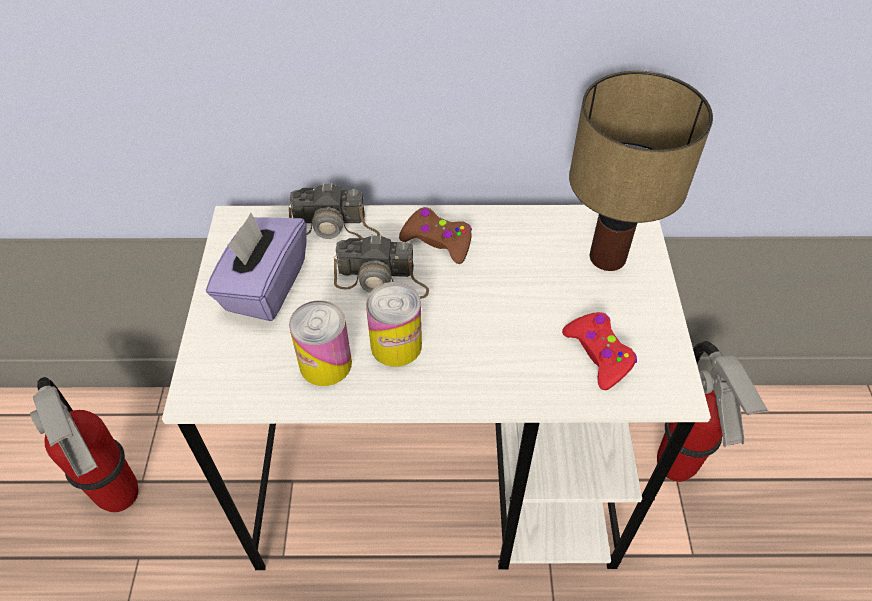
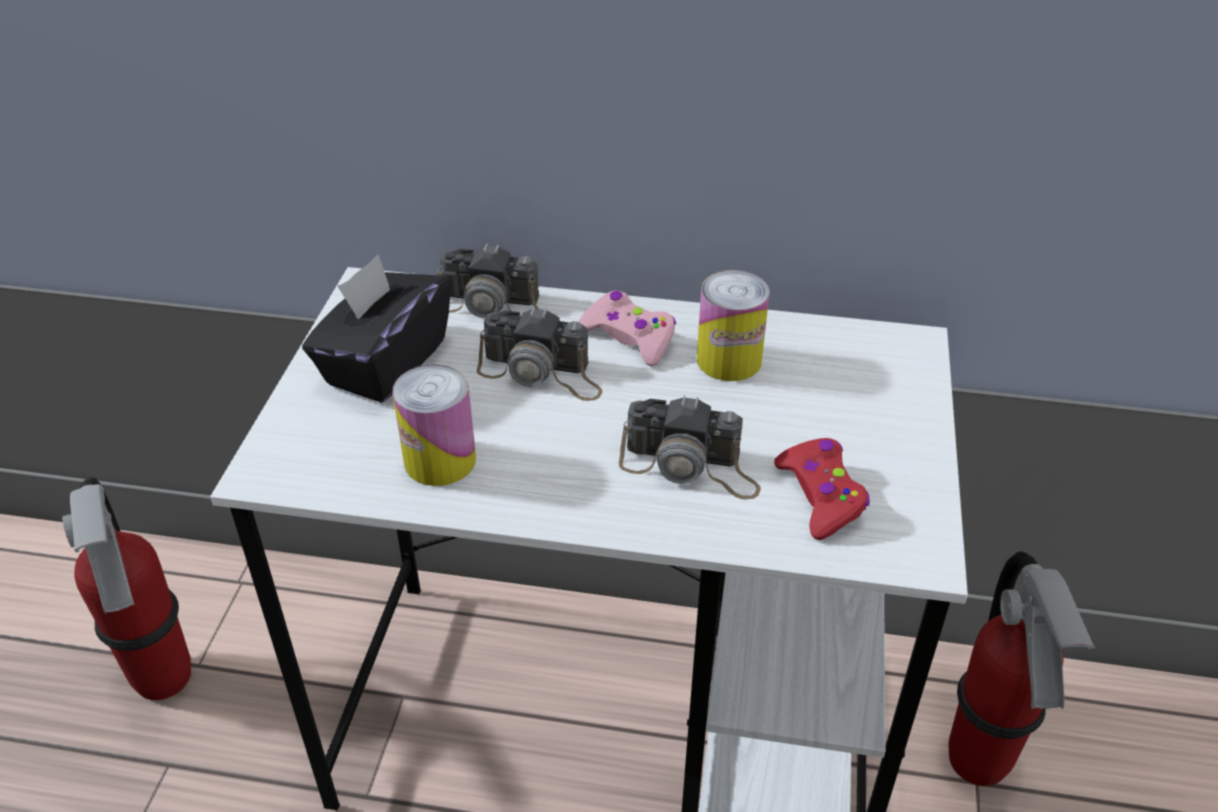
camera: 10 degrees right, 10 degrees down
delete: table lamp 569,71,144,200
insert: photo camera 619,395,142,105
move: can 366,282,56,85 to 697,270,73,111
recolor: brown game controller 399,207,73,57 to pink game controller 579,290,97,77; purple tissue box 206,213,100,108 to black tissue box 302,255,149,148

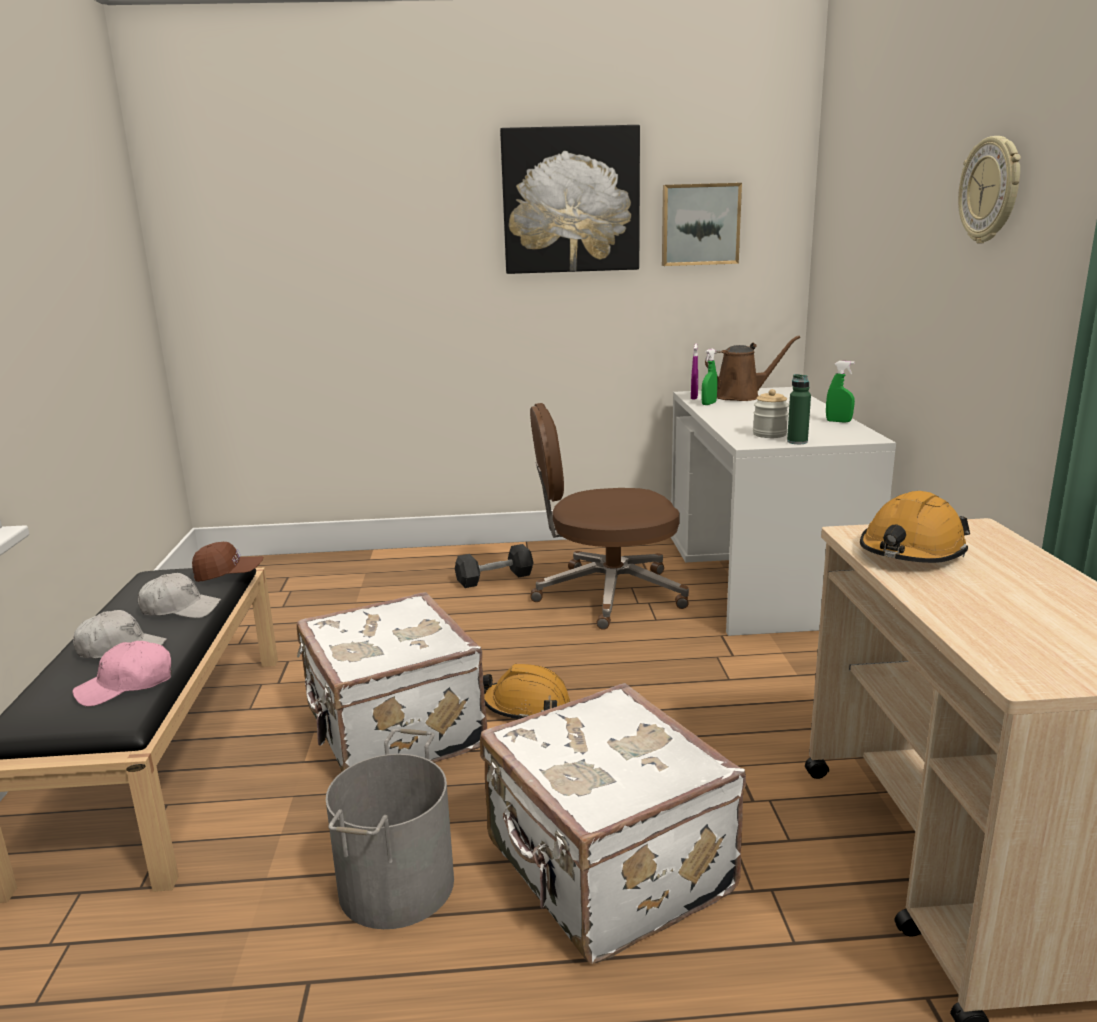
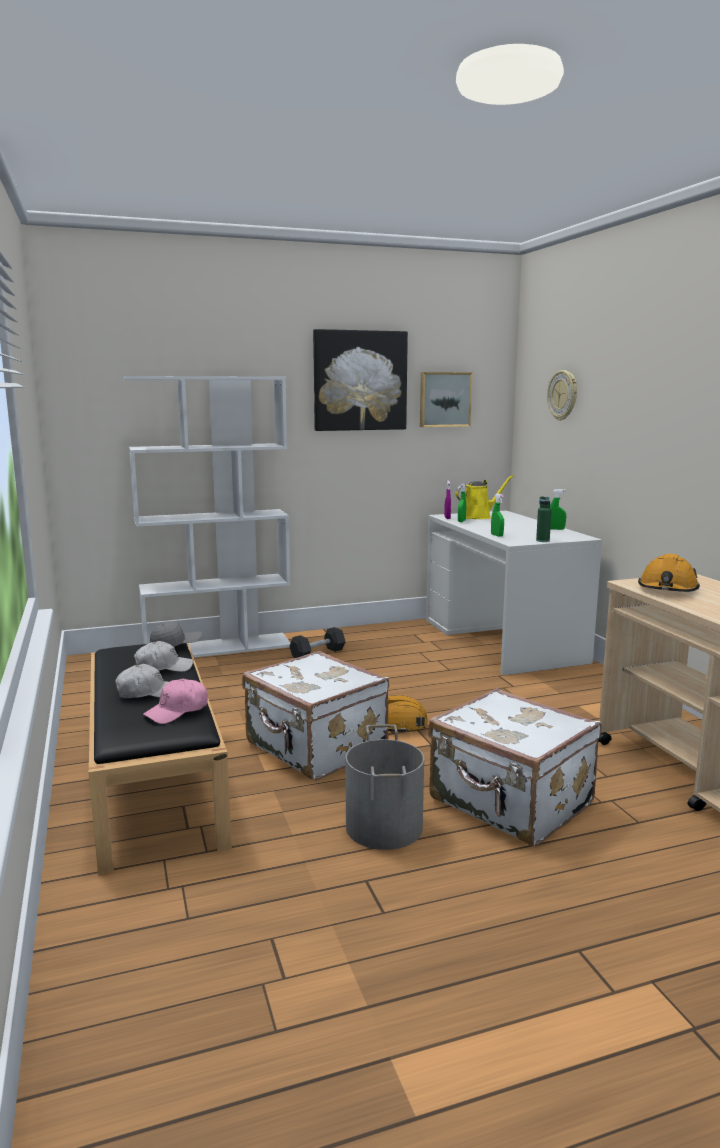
camera: 15 degrees left, 5 degrees down
delete: jar 753,389,36,49; brown office chair 530,403,159,227
insert: white bookcase 124,376,166,282; green spray bottle 491,494,13,43
move: wall clock 958,136,63,107 to 547,370,30,51
recolor: brown watering can 705,336,95,65 to yellow watering can 455,475,59,44; brown cap 192,542,72,40 to grey cap 150,621,52,26

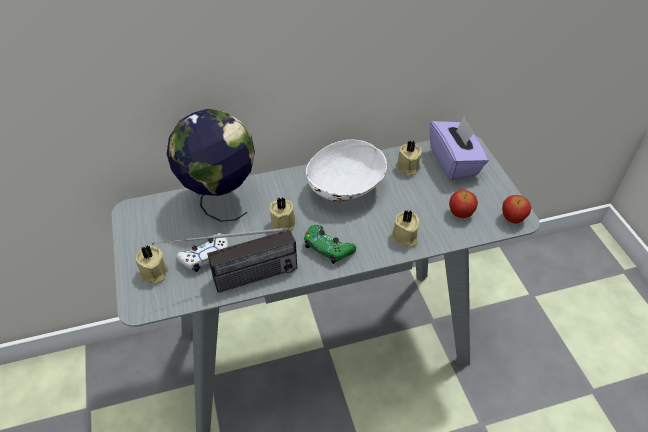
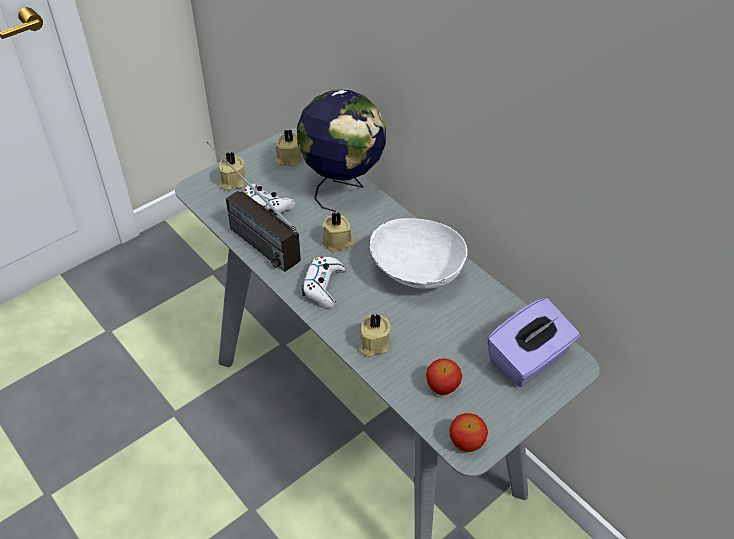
camera: 65 degrees right, 0 degrees up
move: beige candle 396,141,26,35 to 275,129,27,38
recolor: green game controller 304,225,52,39 to white game controller 302,256,44,52

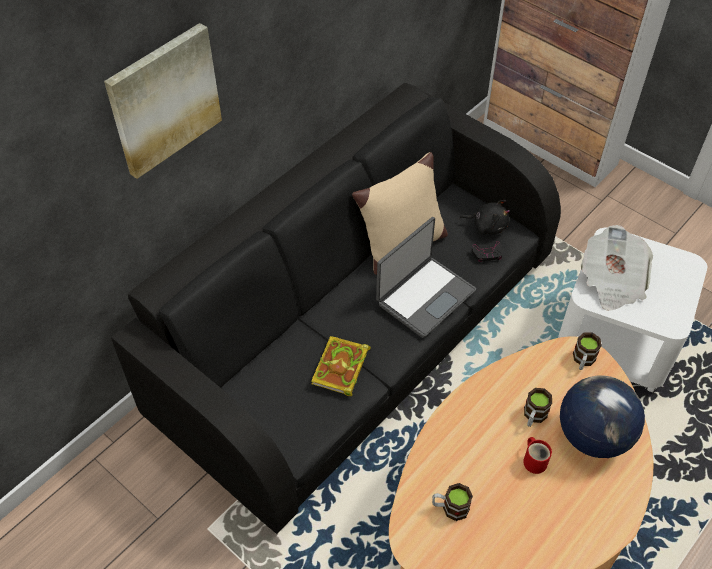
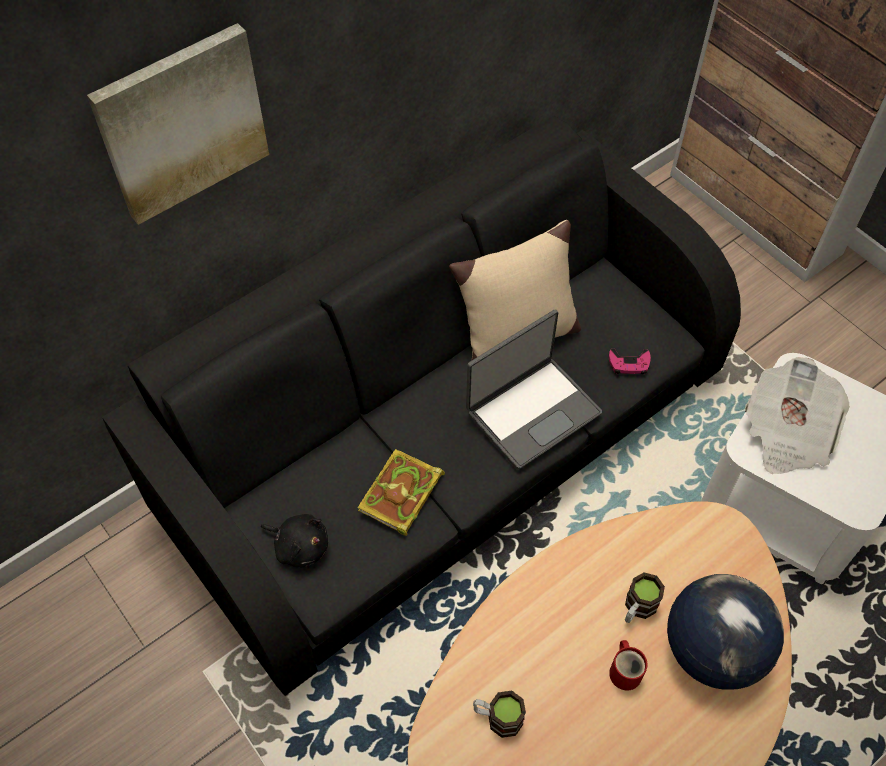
camera: 10 degrees right, 5 degrees up
delete: mug 573,332,29,38
move: black plush toy 460,200,50,35 to 261,514,67,54
recolor: black game controller 472,242,31,20 to pink game controller 609,349,42,25

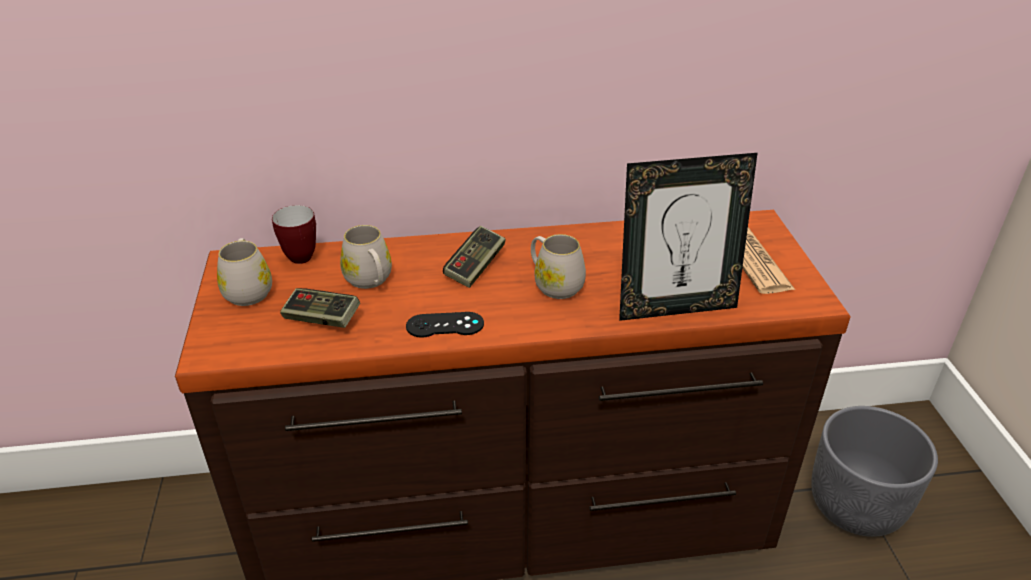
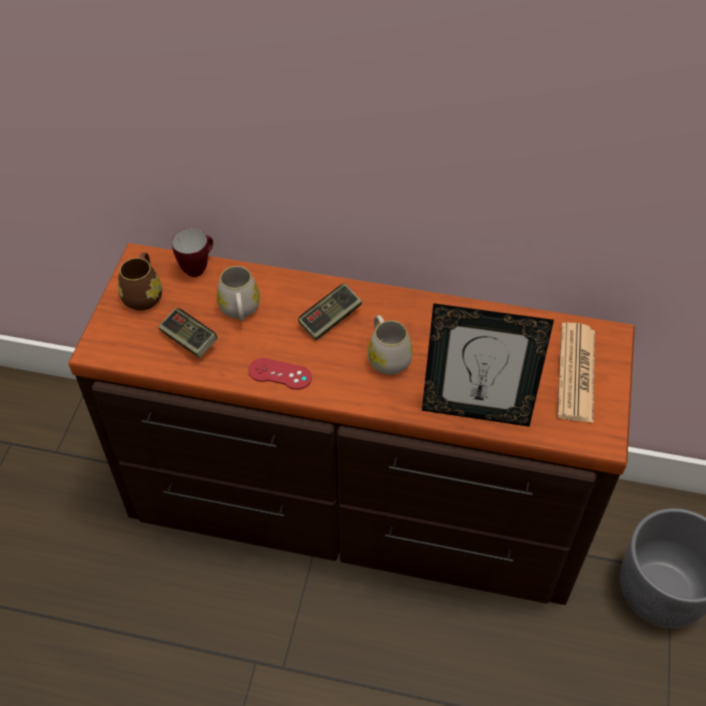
camera: 20 degrees right, 15 degrees up
recolor: white mug 217,238,55,68 to brown mug 118,252,44,59; black game controller 406,312,78,26 to red game controller 248,358,64,32

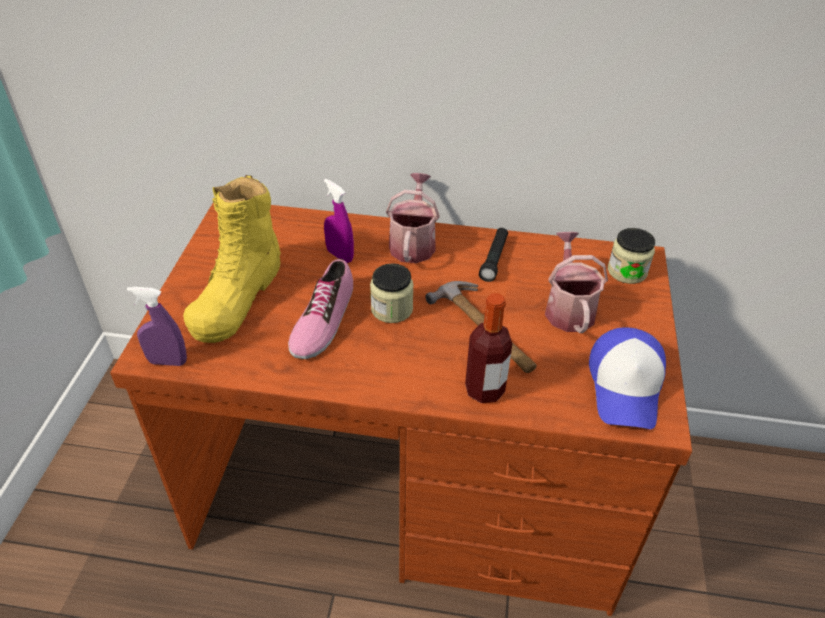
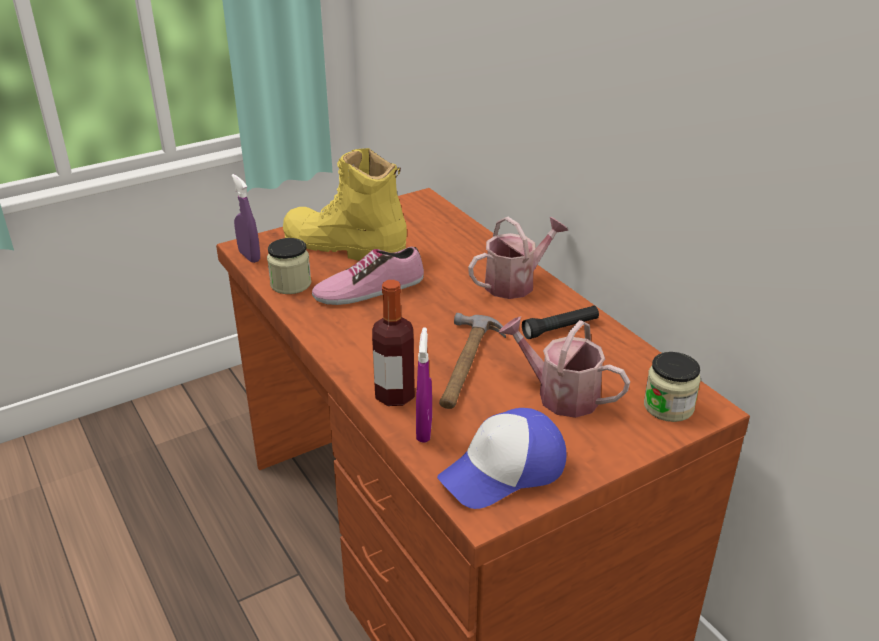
camera: 50 degrees right, 10 degrees down
move: purple spray bottle 324,179,30,84 to 416,327,16,115; jar 370,263,44,60 to 267,238,44,56
rotate: yellow boot 183,175,98,168 = 283,148,124,113 45 degrees clockwise; watering can 545,232,63,101 = 498,317,132,101 105 degrees counterclockwise

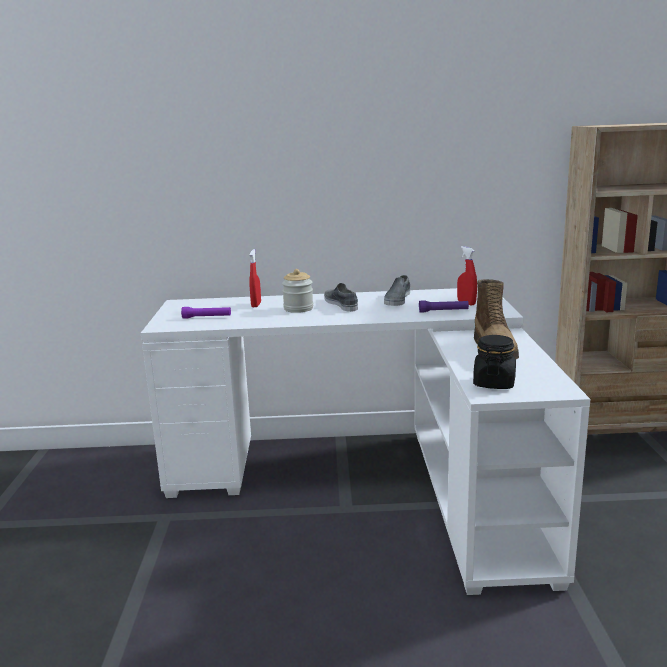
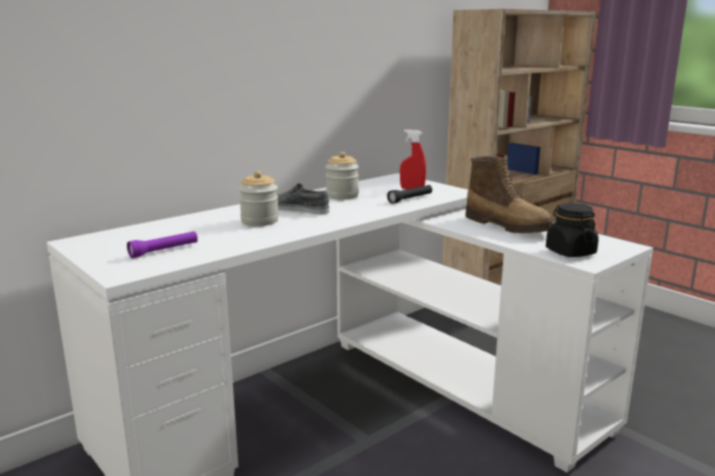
camera: 40 degrees left, 0 degrees up
delete: red spray bottle 249,249,12,58
replace: grey shoe 384,275,26,31 to jar 326,152,33,47
recolor: purple flashlight 419,300,50,12 to black flashlight 387,185,45,19

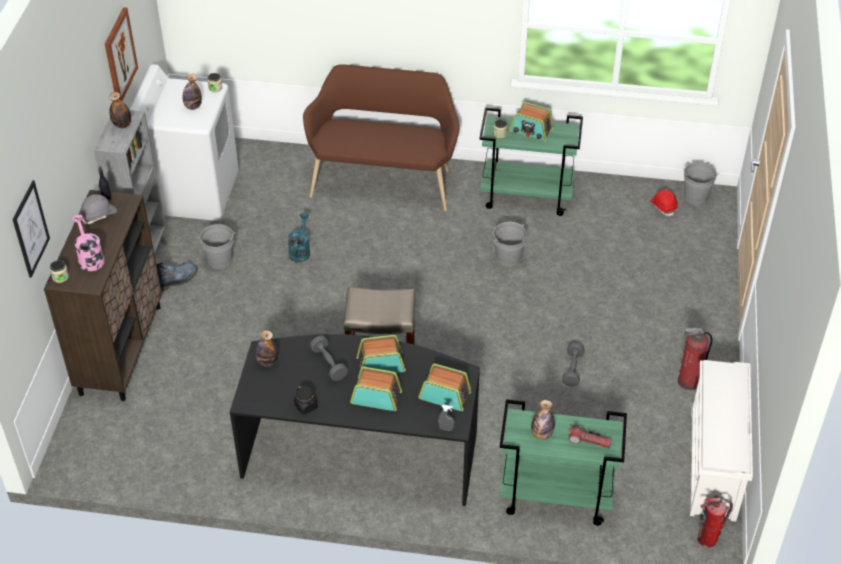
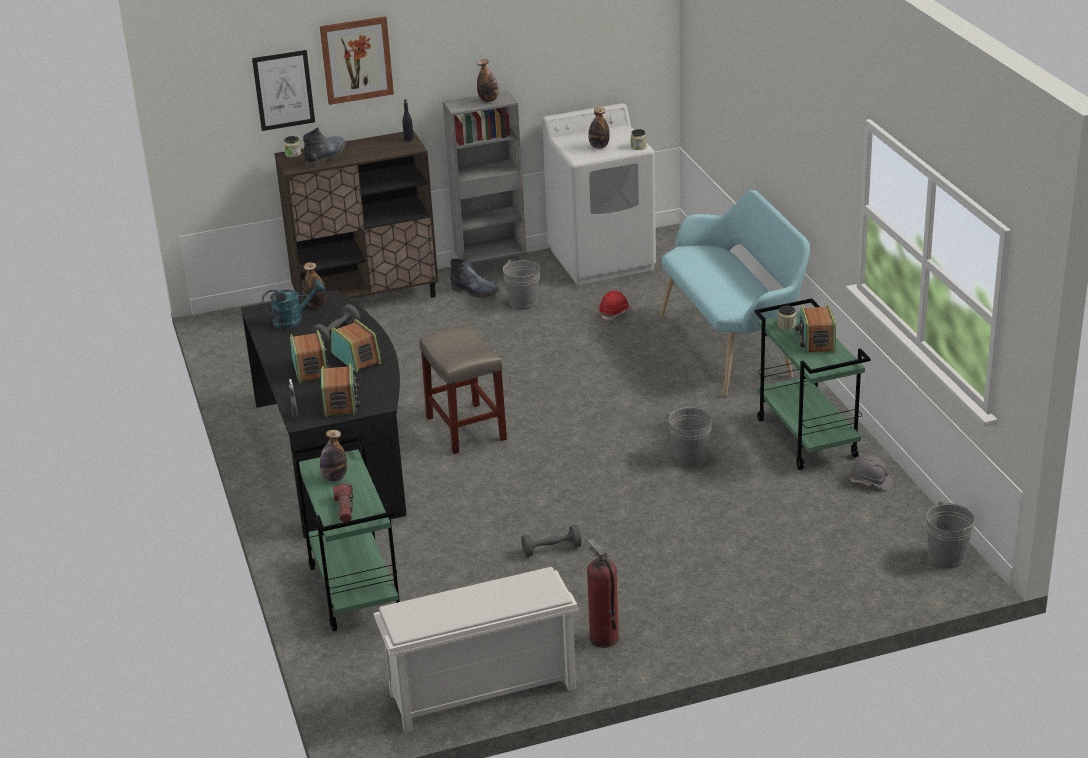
camera: 65 degrees right, 15 degrees down
delete: black jar 294,385,24,29; fire extinguisher 698,495,35,53
move: picture 105,7,33,94 to 320,16,74,89; red hard hat 650,189,28,27 to 599,291,32,30; grey hard hat 80,194,37,30 to 850,455,43,35; turquoise watering can 288,213,22,49 to 262,281,63,48
replace: pink watering can 72,215,32,56 to boot 303,128,43,40
recolor: brown bench 303,64,157,147 to turquoise bench 660,190,150,206

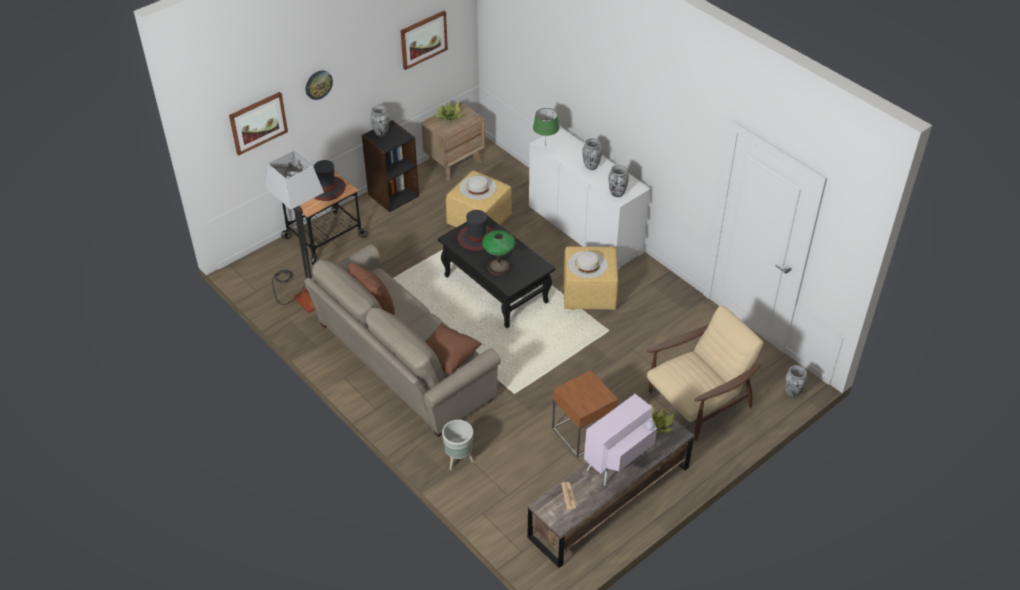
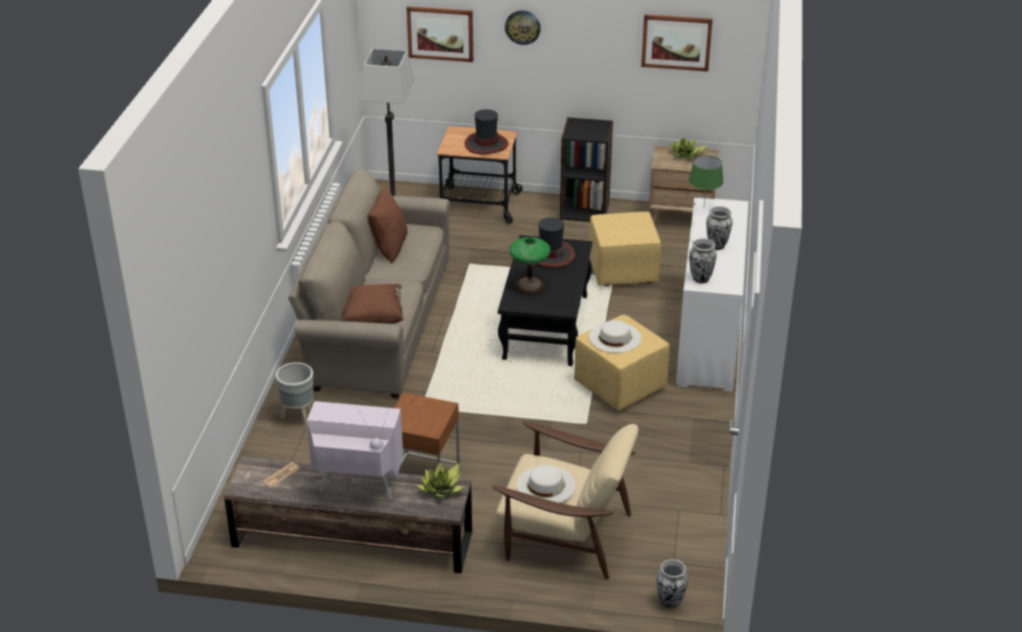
camera: 50 degrees right, 10 degrees down
delete: vase 370,105,19,31
move: white hat 459,175,37,25 to 517,465,59,38

